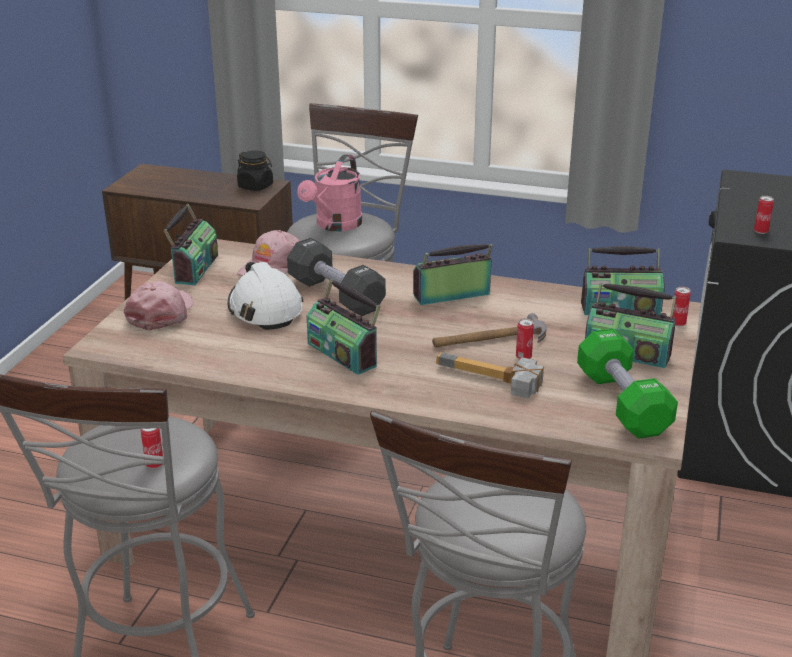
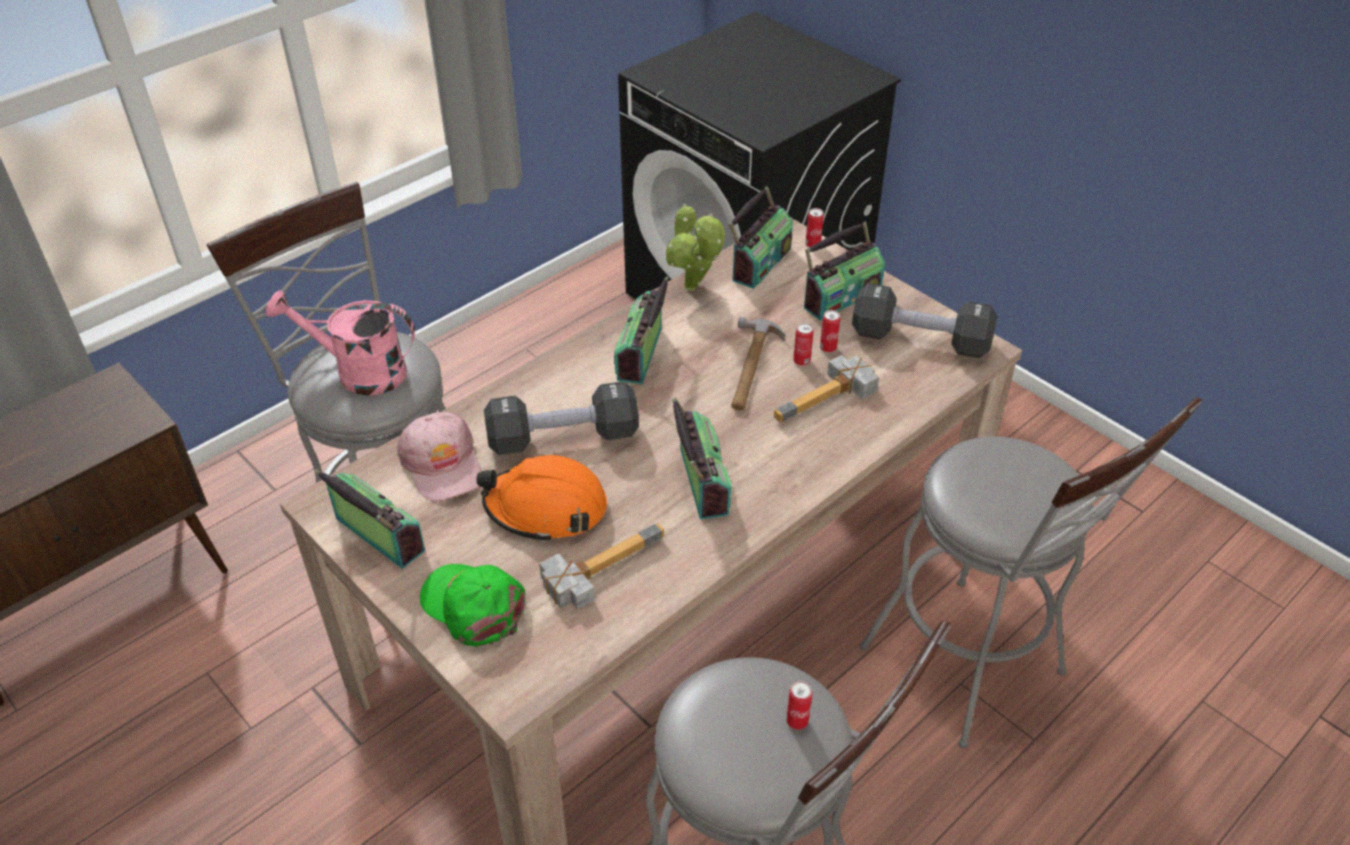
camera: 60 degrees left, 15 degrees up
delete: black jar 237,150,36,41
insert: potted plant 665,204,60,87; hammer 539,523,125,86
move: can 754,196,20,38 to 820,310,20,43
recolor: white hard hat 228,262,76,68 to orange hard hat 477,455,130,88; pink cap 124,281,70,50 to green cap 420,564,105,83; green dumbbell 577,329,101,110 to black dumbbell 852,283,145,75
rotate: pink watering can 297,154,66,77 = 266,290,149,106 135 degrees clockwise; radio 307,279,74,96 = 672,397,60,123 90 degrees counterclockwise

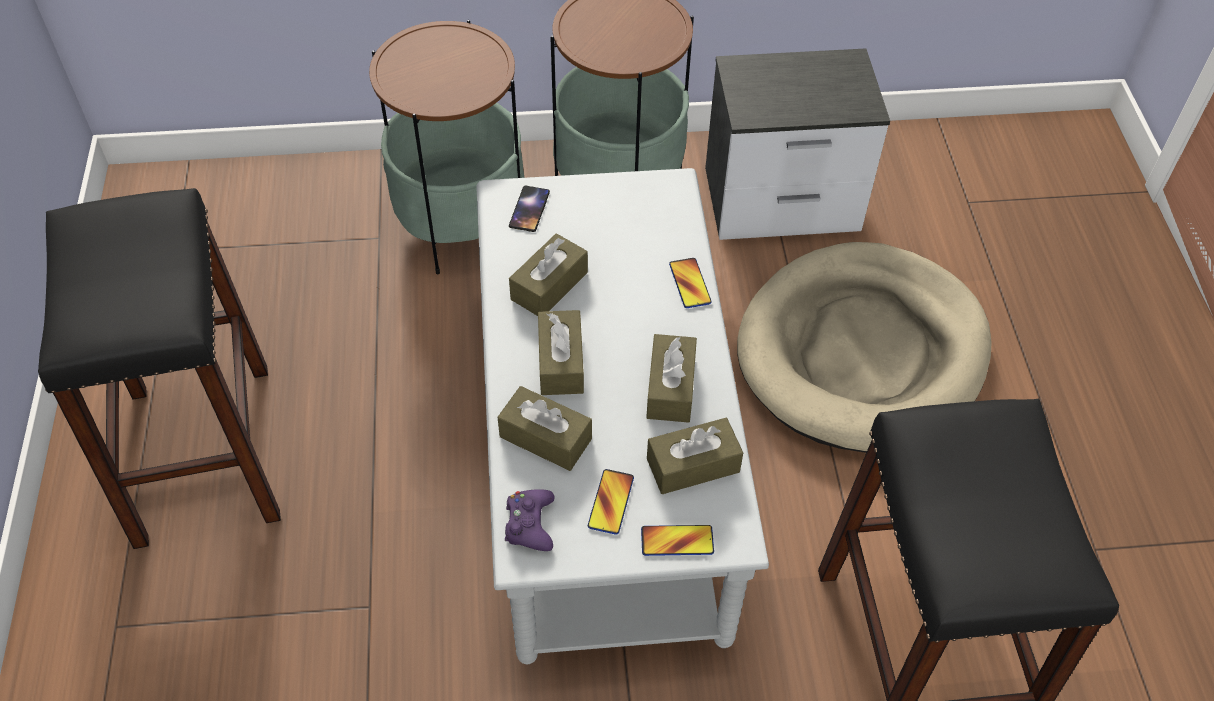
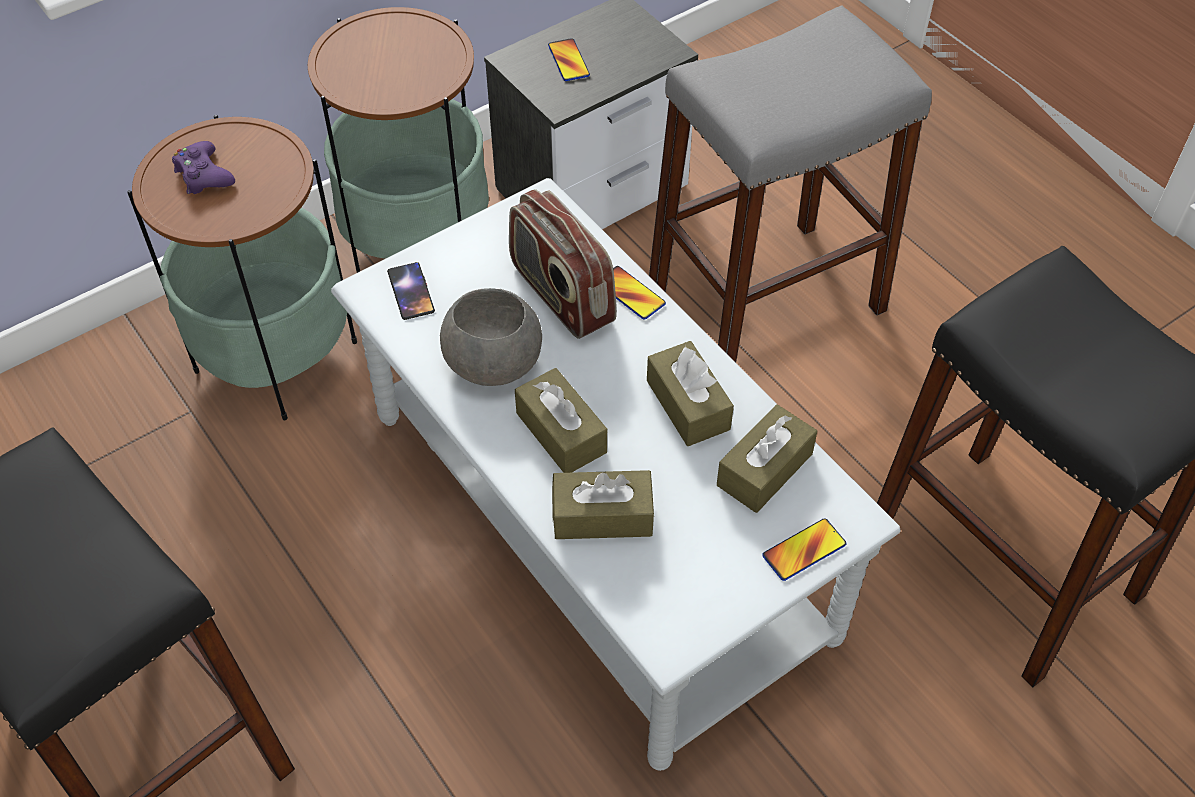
camera: 30 degrees left, 0 degrees up
insert: radio 509,189,108,150
move: phone 588,469,46,66 to 548,38,42,43; purple game controller 505,489,50,62 to 172,141,63,53
replace: brown tissue box 509,233,79,83 to grey bowl 440,288,102,98; beige dog bed 737,242,255,211 to grey stool 649,5,283,357

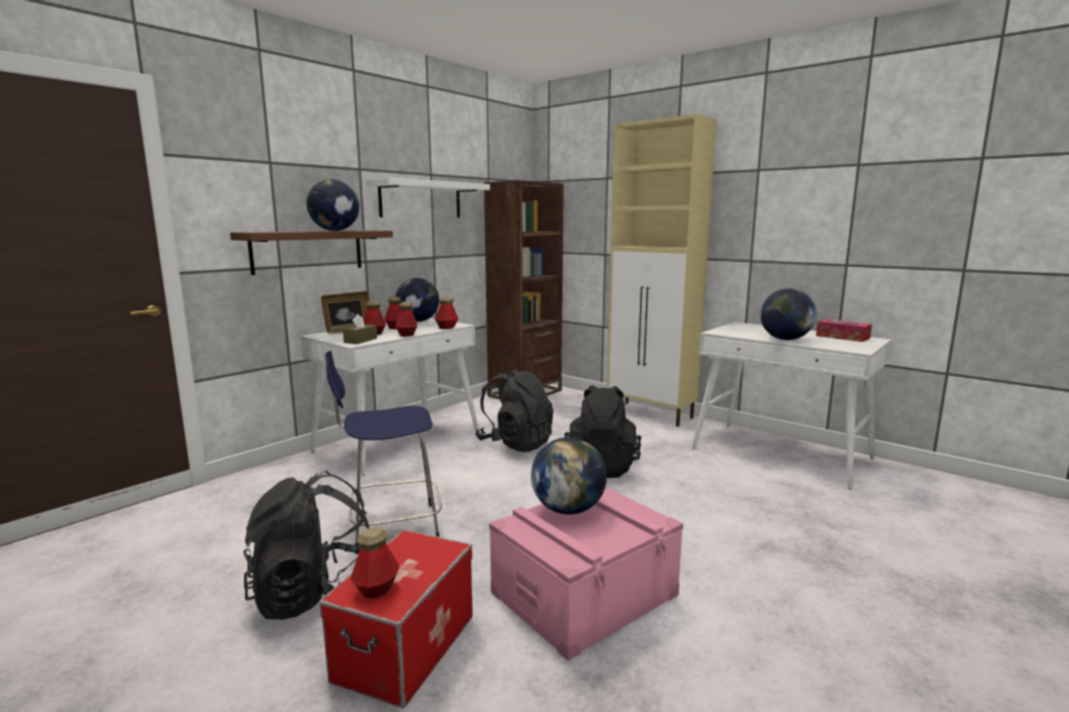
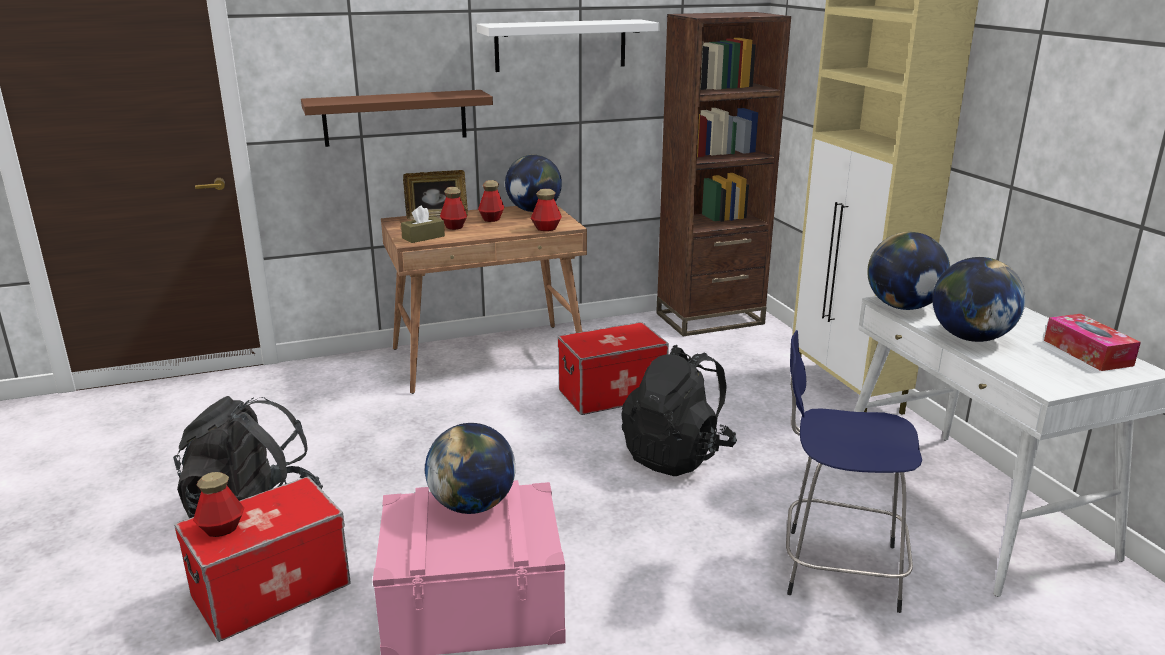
camera: 30 degrees right, 10 degrees up
delete: bottle 395,302,22,34
move: globe 306,179,53,52 to 867,232,83,78; blue stool 325,351,117,203 to 786,330,136,283
replace: black backpack 475,369,78,83 to storage box 558,322,111,93
recolor: white desk 300,318,179,158 to brown desk 381,205,206,189

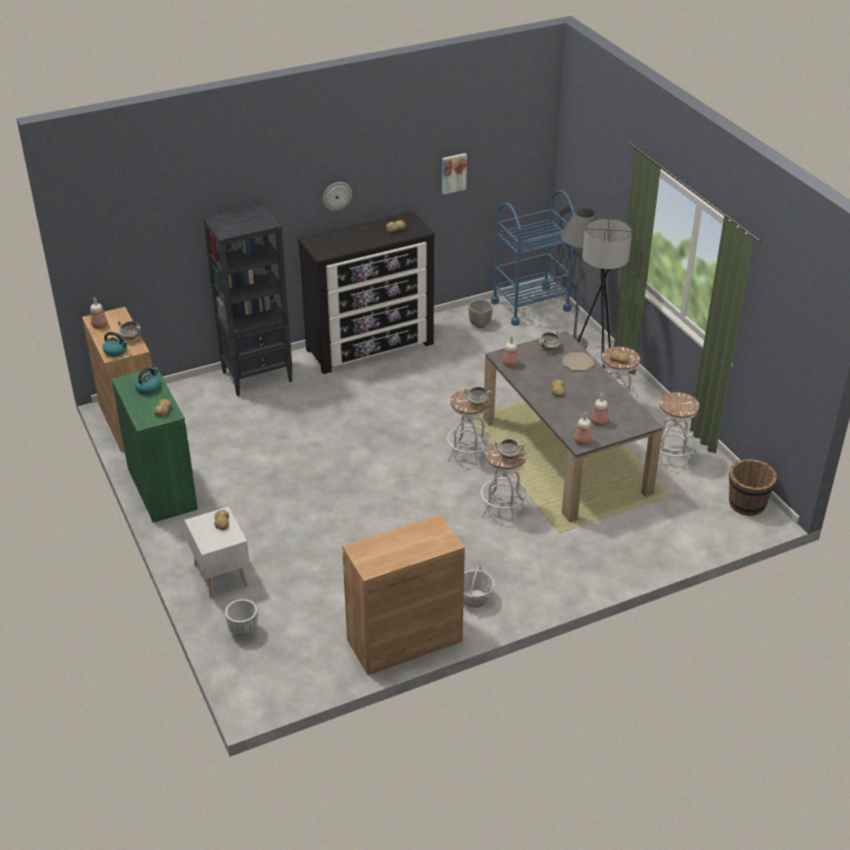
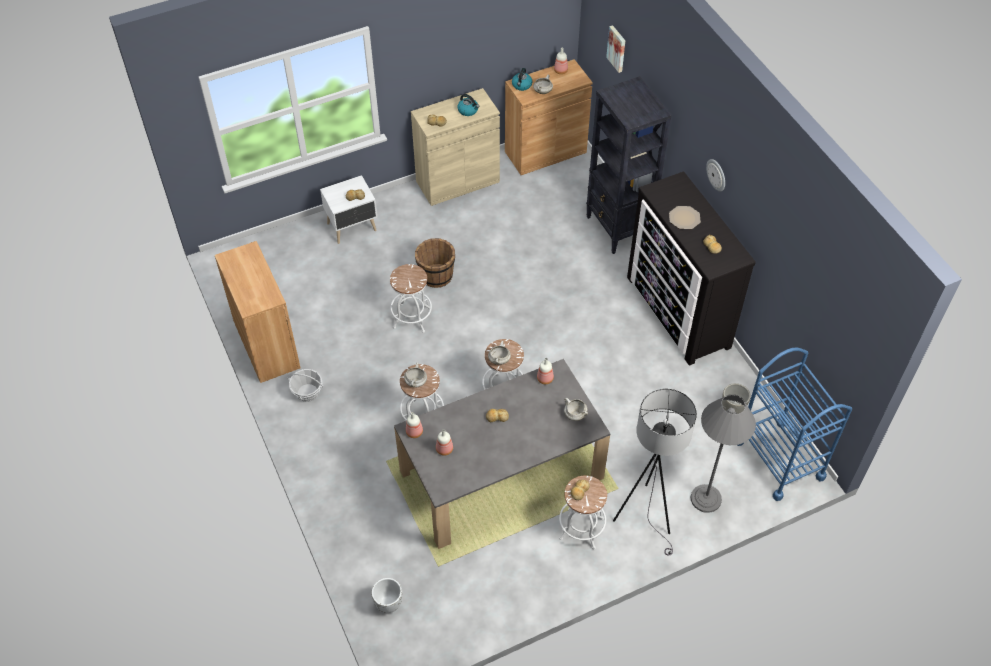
camera: 90 degrees right, 15 degrees up
move: picture 442,153,25,42 to 606,25,19,48; plate 562,352,32,18 to 669,206,32,23; white stool 659,392,41,78 to 390,264,42,69; brown bucket 729,459,48,57 to 415,238,40,50; white planter 225,599,33,38 to 371,578,31,35
recolor: green cabinet 112,367,86,156 to beige cabinet 411,88,89,118

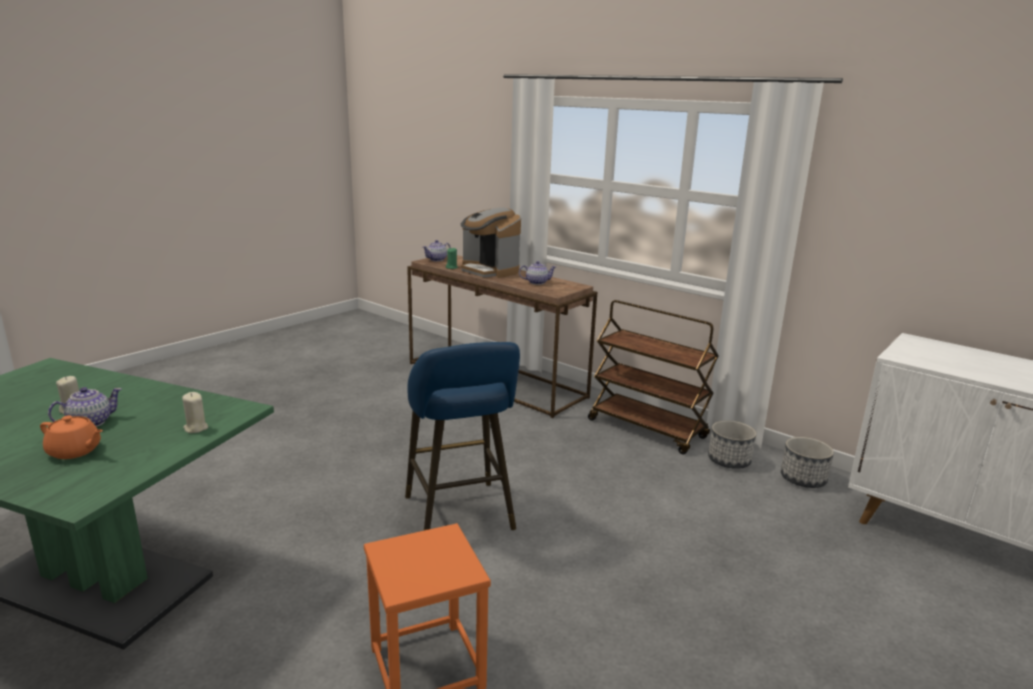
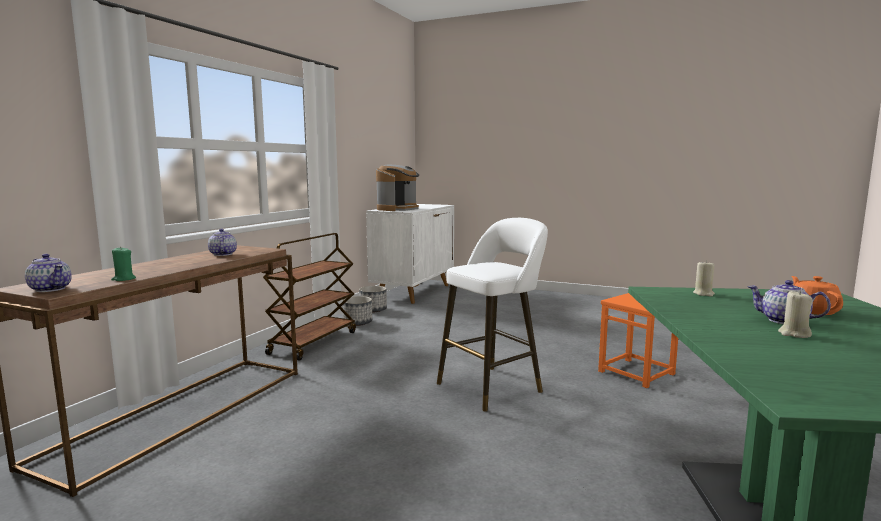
camera: 105 degrees left, 10 degrees down
move: coffee machine 461,207,60,71 to 376,165,43,46
recolor: blue stool 405,342,115,189 to white stool 437,218,111,194

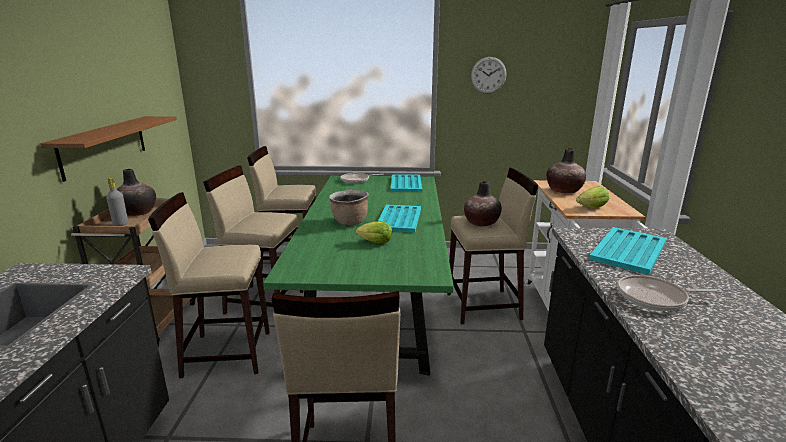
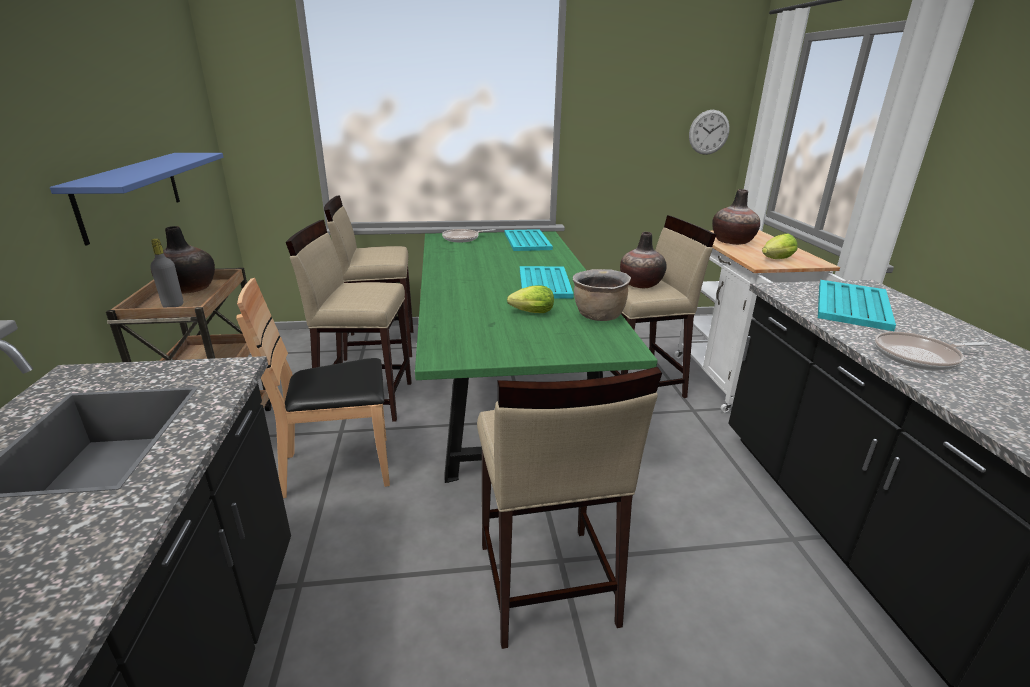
camera: 10 degrees left, 5 degrees up
move: wall clock 471,57,36,37 to 689,110,41,45; brown cooking pot 329,190,40,35 to 572,269,59,52
replace: beige stool 148,192,122,186 to brown chair 236,278,154,220
recolor: brown shelf 40,116,137,66 to blue shelf 50,153,174,92

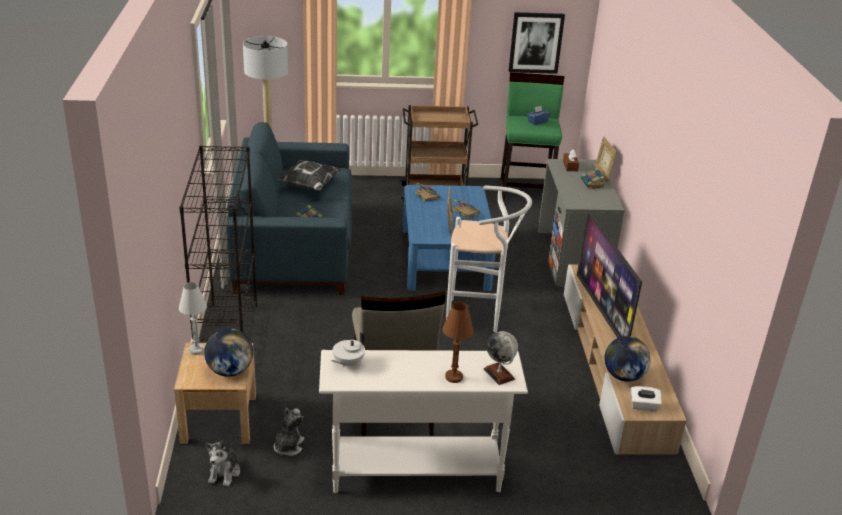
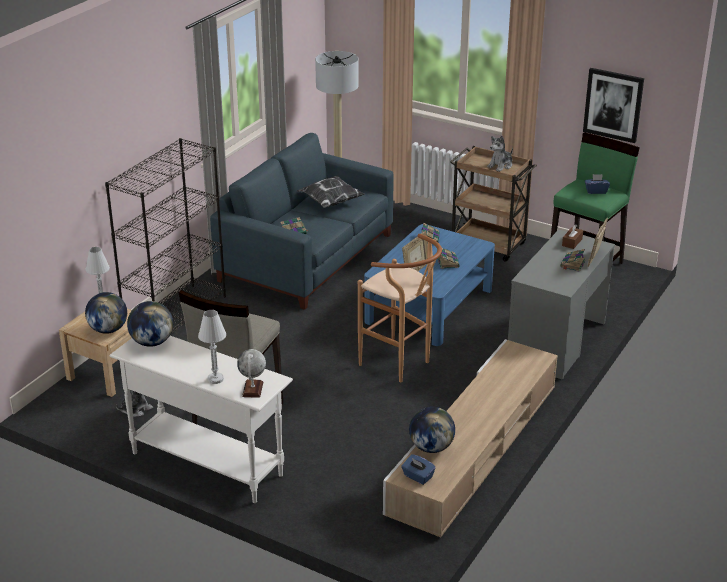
camera: 35 degrees right, 0 degrees up
delete: television 577,209,65,129
move: plush toy 205,441,35,46 to 487,136,26,36
replace: white teapot 332,332,33,35 to globe 127,301,46,46
recolor: white stool 446,185,86,147 to brown stool 358,234,84,148; brown table lamp 442,302,32,81 to white table lamp 198,310,28,74; white tissue box 631,386,31,25 to blue tissue box 401,454,35,31

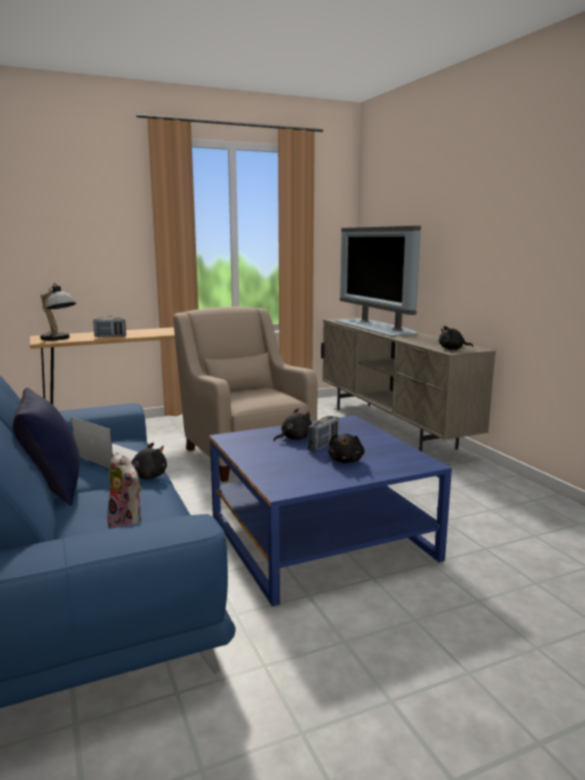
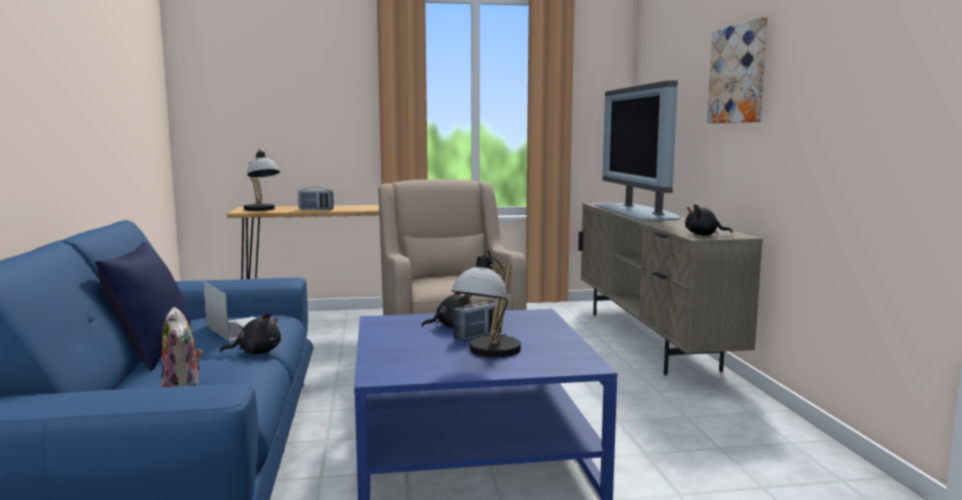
camera: 15 degrees right, 5 degrees down
insert: picture 707,17,61,106
replace: black plush toy 328,433,37,30 to table lamp 452,250,69,107

